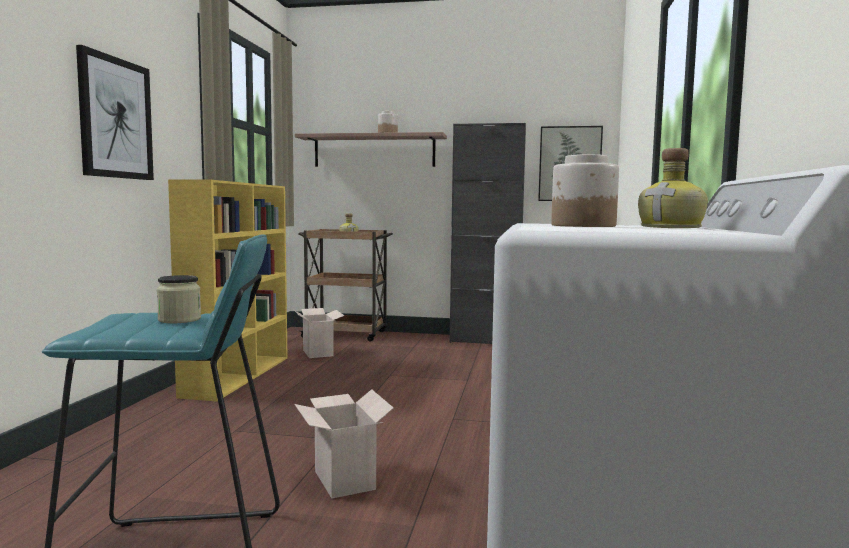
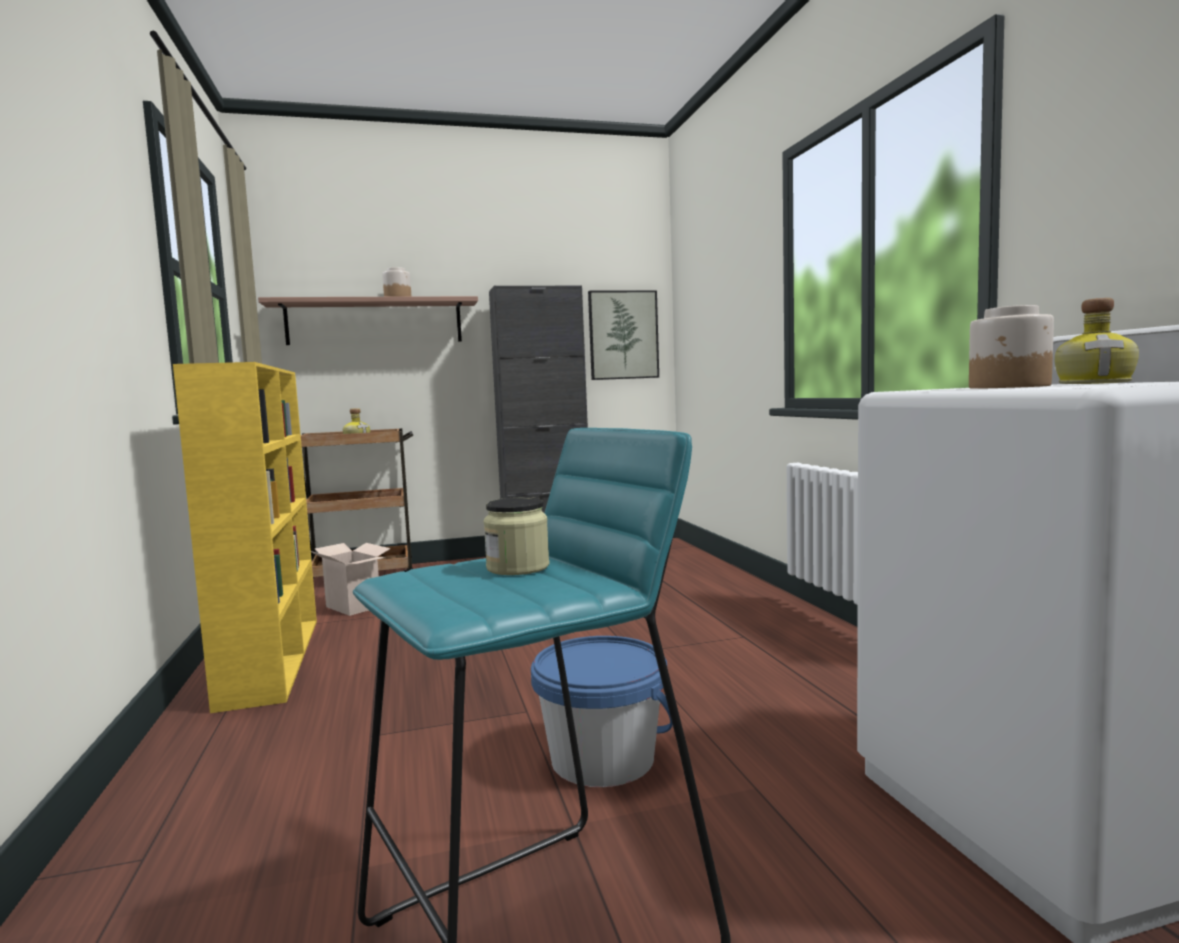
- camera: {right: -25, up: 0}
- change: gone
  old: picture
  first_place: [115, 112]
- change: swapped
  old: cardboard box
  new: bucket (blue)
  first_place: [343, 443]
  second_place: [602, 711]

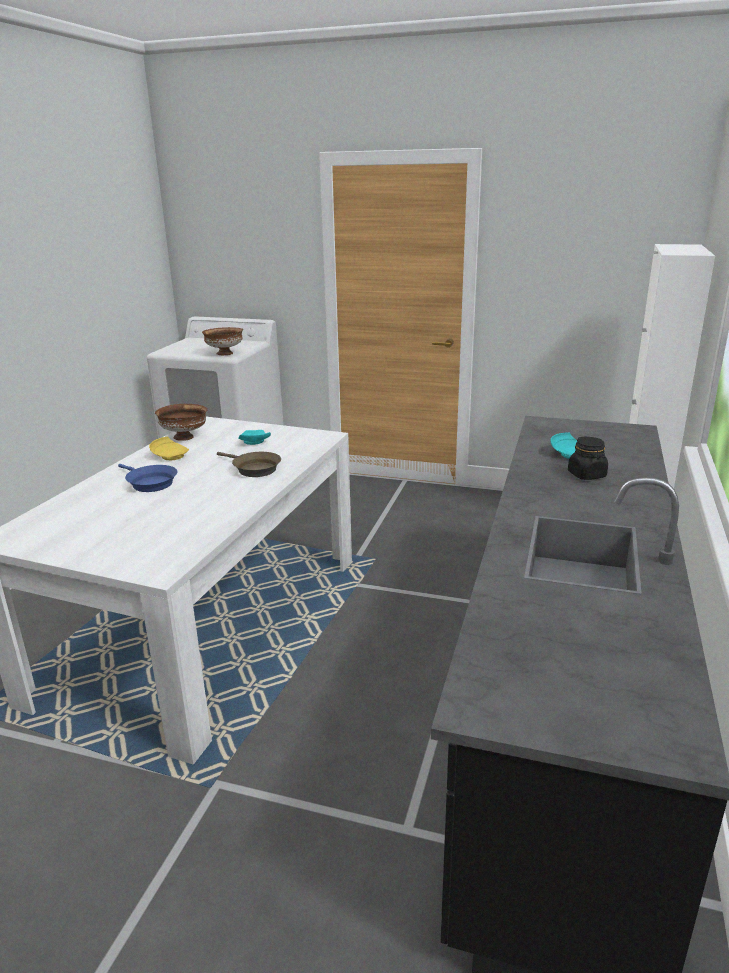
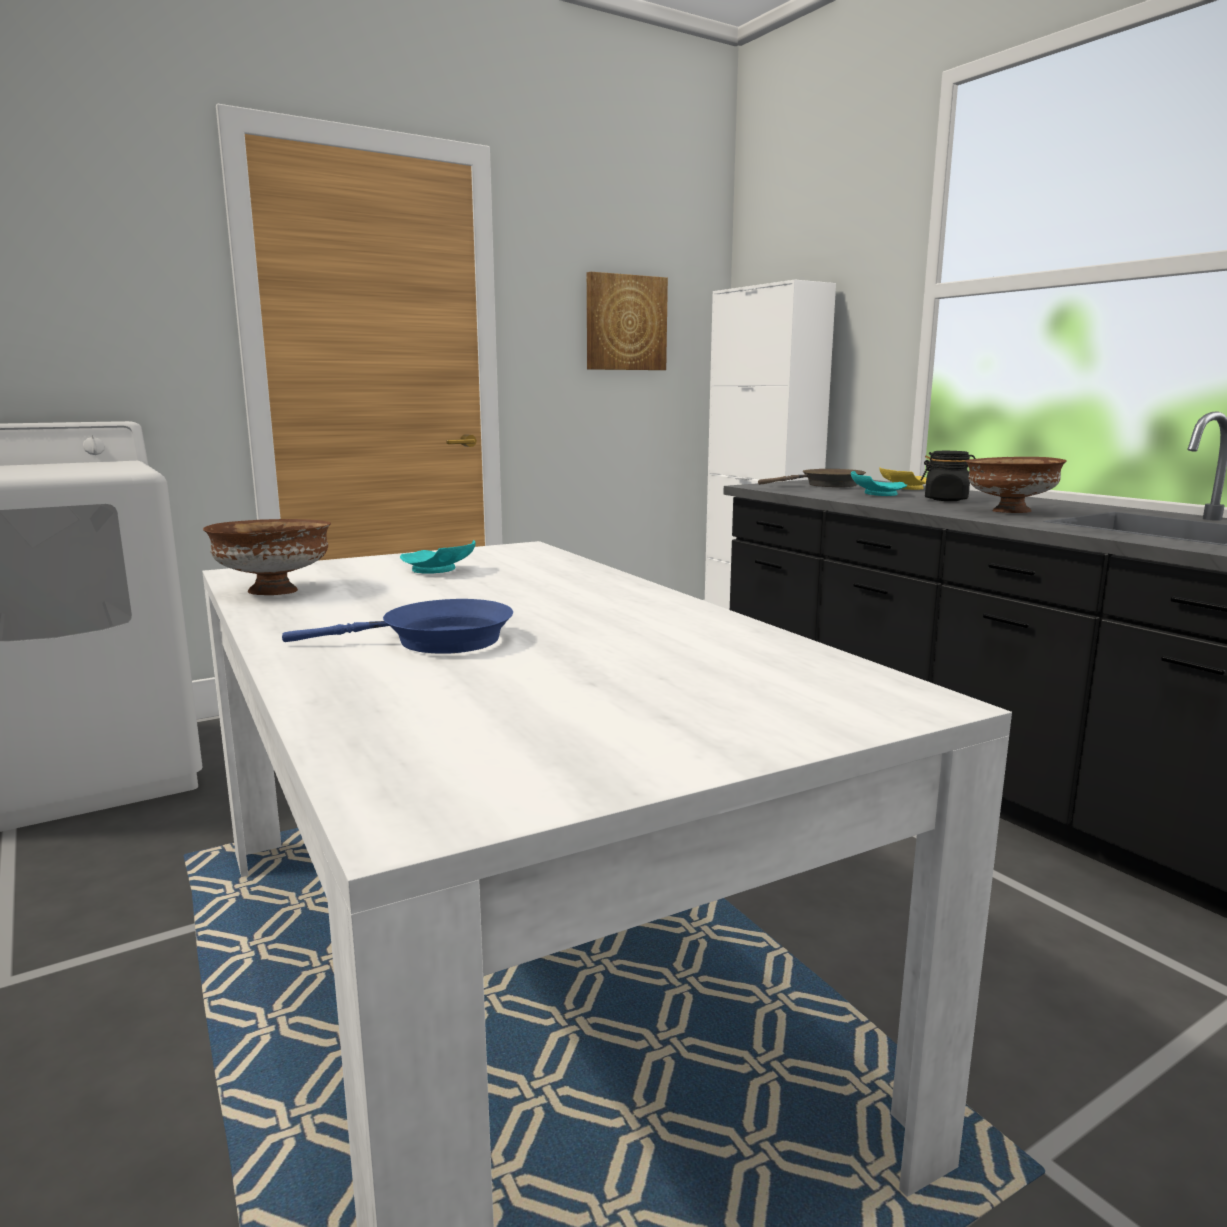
- camera: {right: -50, up: -10}
- change: shifted
  old: plate (yellow)
  first_place: [169, 448]
  second_place: [902, 479]
- change: shifted
  old: bowl (brown)
  first_place: [222, 341]
  second_place: [1016, 485]
- change: shifted
  old: frying pan (brown)
  first_place: [249, 464]
  second_place: [812, 478]
- change: new
  new: picture
  second_place: [627, 321]

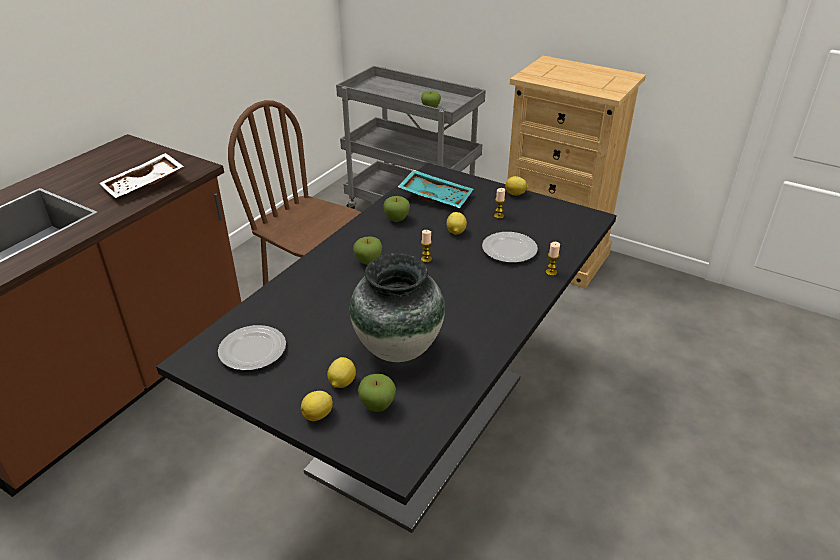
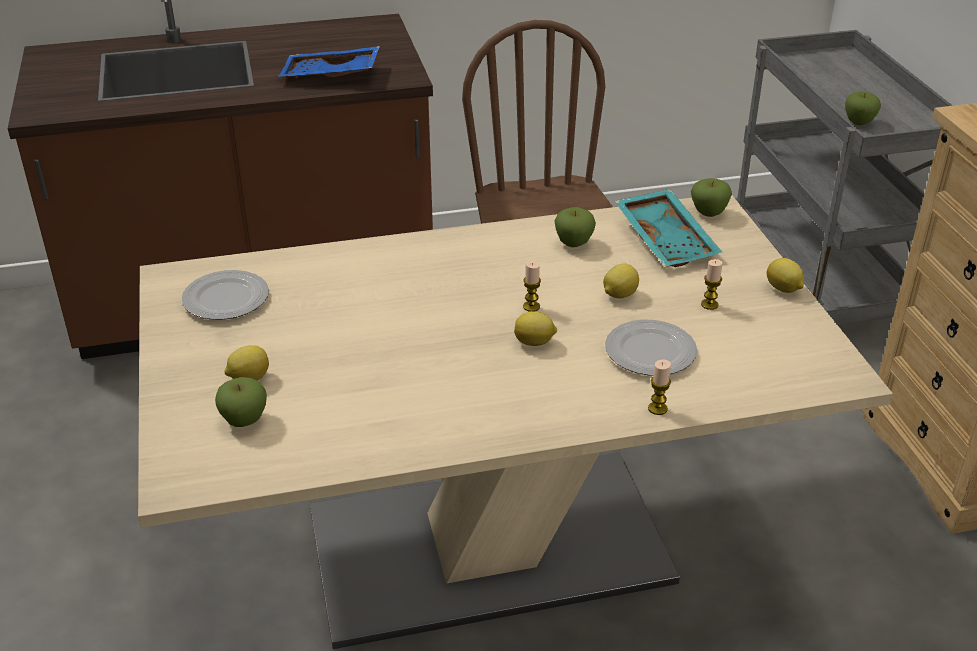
- camera: {right: 45, up: 0}
- change: repainted
  old: tray (white)
  new: tray (blue)
  first_place: [141, 175]
  second_place: [329, 62]
- change: repainted
  old: dining table (black)
  new: dining table (beige)
  first_place: [386, 348]
  second_place: [515, 422]
- change: shifted
  old: lemon
  first_place: [317, 406]
  second_place: [535, 328]
- change: gone
  old: vase
  first_place: [397, 307]
- change: shifted
  old: apple
  first_place: [367, 250]
  second_place: [711, 197]

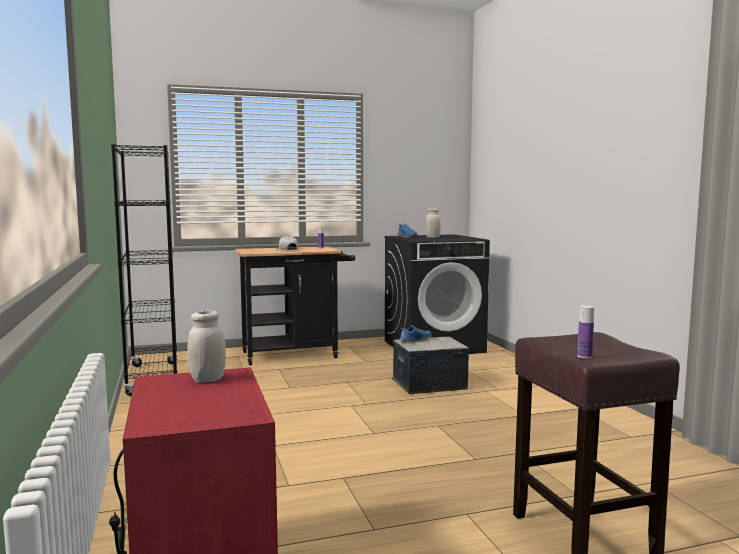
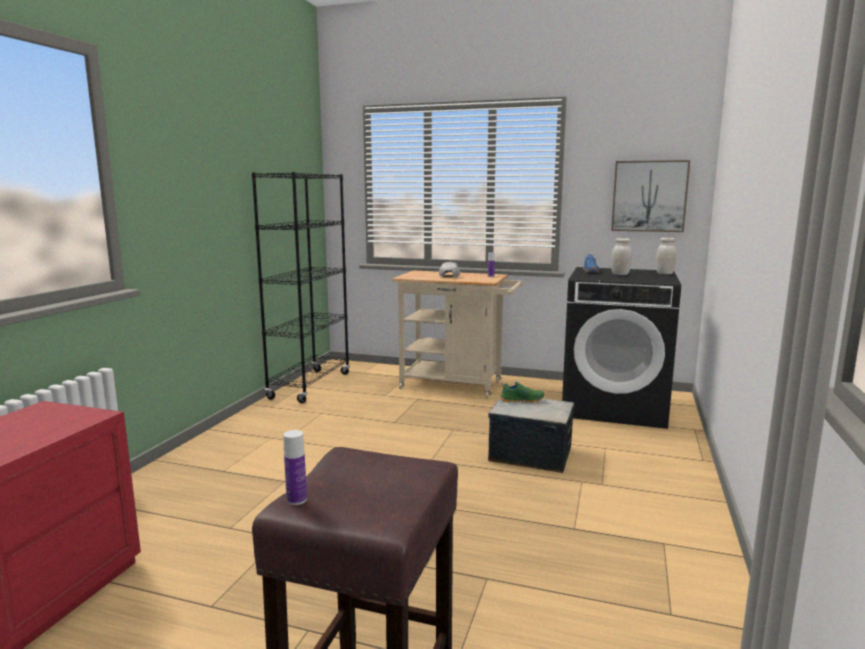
- camera: {right: 35, up: 5}
- change: shifted
  old: jar (white)
  first_place: [207, 347]
  second_place: [666, 255]
- change: repainted
  old: cart (black)
  new: cart (beige)
  first_place: [295, 305]
  second_place: [457, 335]
- change: repainted
  old: shoe (blue)
  new: shoe (green)
  first_place: [416, 334]
  second_place: [522, 392]
- change: new
  new: picture
  second_place: [650, 196]

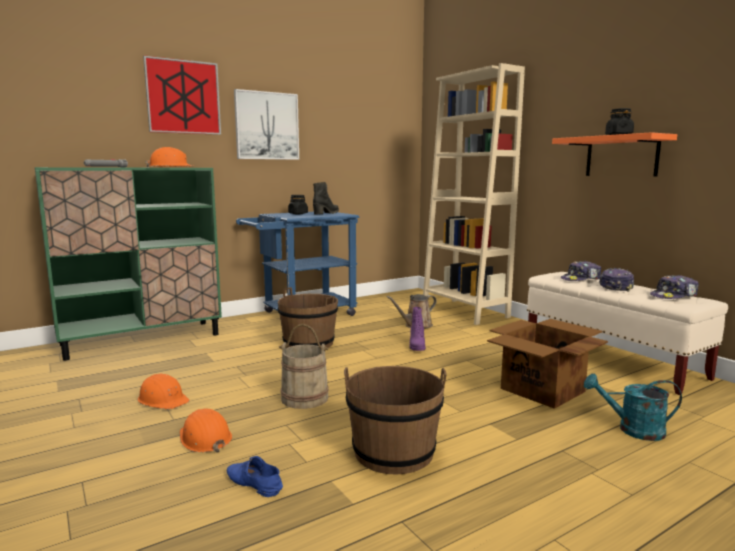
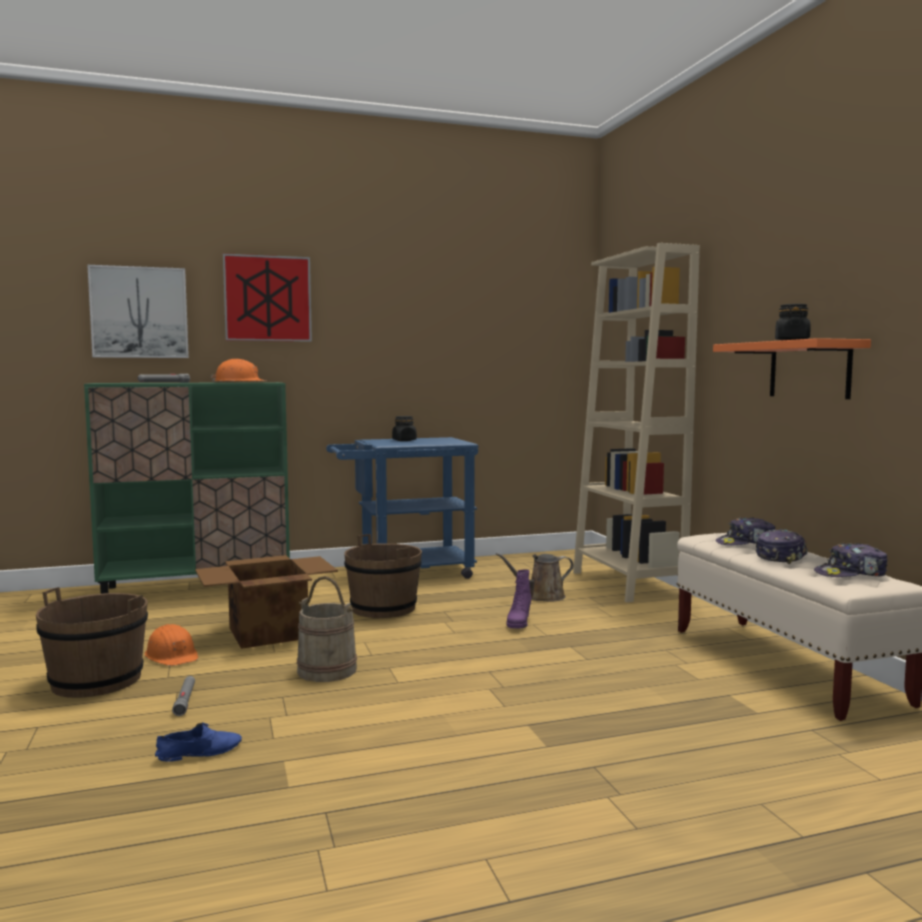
- camera: {right: 15, up: -5}
- change: swapped
  old: hard hat (orange)
  new: flashlight (grey)
  first_place: [206, 430]
  second_place: [183, 696]
- change: rotated
  old: shoe (blue)
  first_place: [255, 476]
  second_place: [198, 742]
  degrees: 105
- change: shifted
  old: picture
  first_place: [266, 124]
  second_place: [138, 311]
- change: gone
  old: boot (black)
  first_place: [326, 198]
- change: shifted
  old: bucket (brown)
  first_place: [395, 420]
  second_place: [92, 642]
- change: shifted
  old: cardboard box
  first_place: [547, 364]
  second_place: [266, 602]
- change: gone
  old: watering can (turquoise)
  first_place: [633, 407]

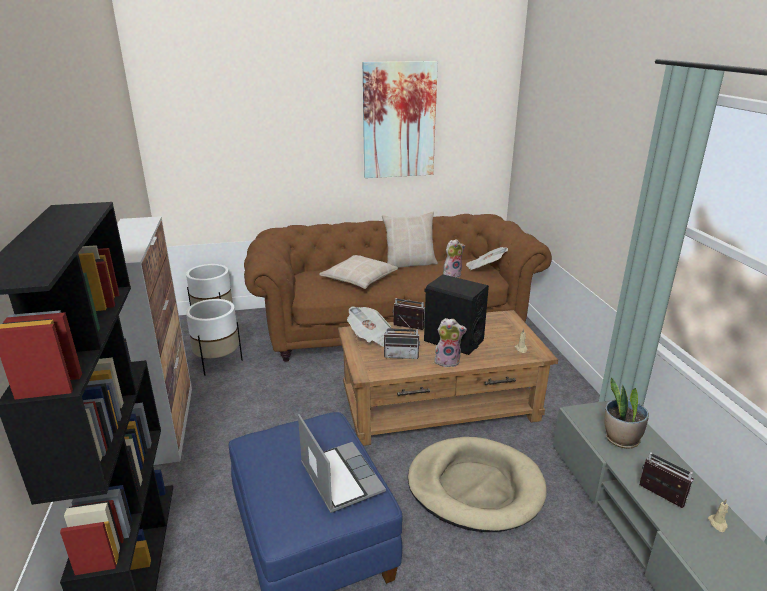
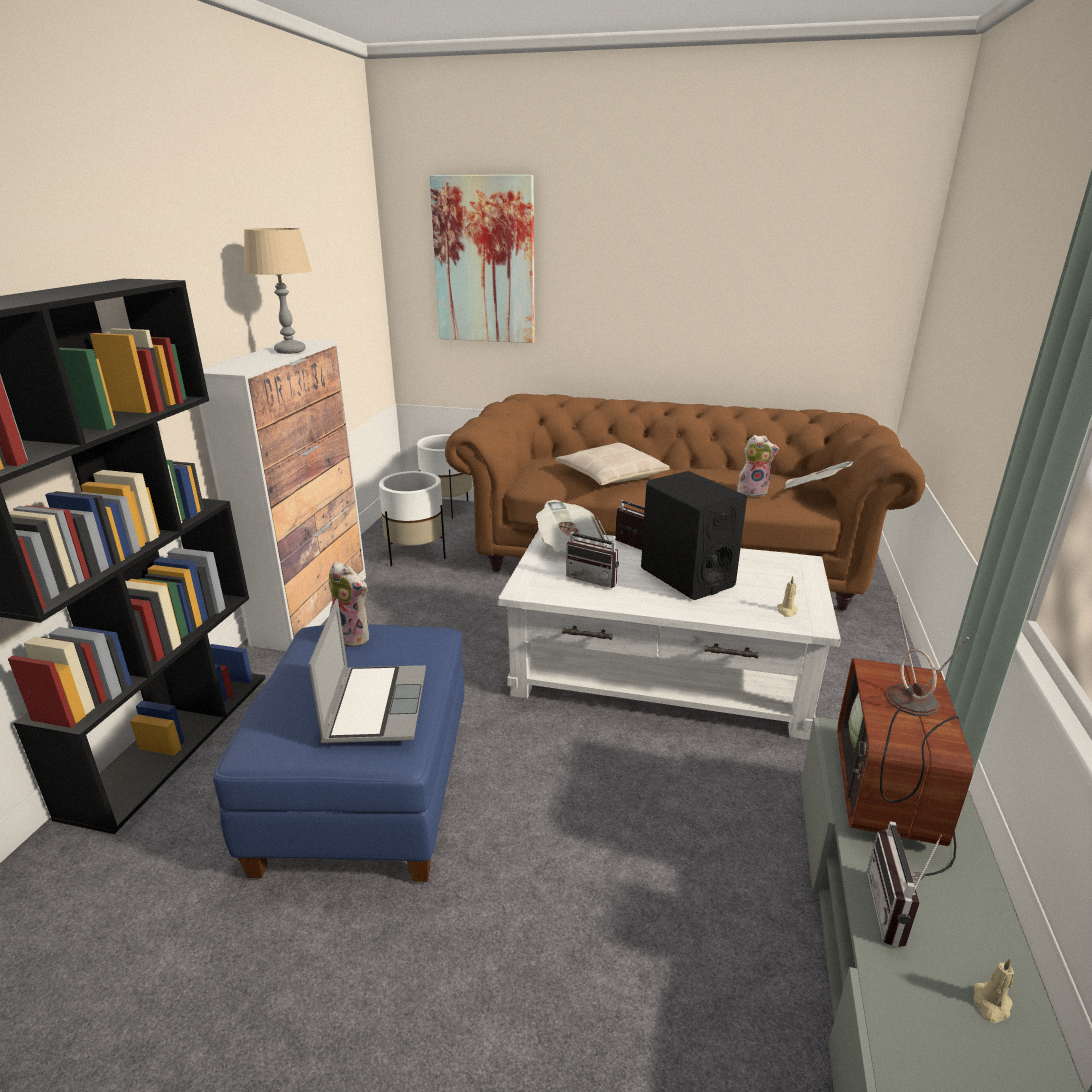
- camera: {right: 25, up: 0}
- change: repainted
  old: coffee table (brown)
  new: coffee table (white)
  first_place: [448, 378]
  second_place: [669, 635]
- change: shifted
  old: picture
  first_place: [400, 119]
  second_place: [482, 259]
- change: gone
  old: pillow (beige)
  first_place: [410, 239]
- change: gone
  old: dog bed (beige)
  first_place: [477, 484]
- change: shifted
  old: plush toy
  first_place: [450, 342]
  second_place: [349, 604]
- change: swapped
  old: potted plant
  new: television
  first_place: [626, 413]
  second_place: [905, 737]
- change: rotated
  old: radio
  first_place: [666, 480]
  second_place: [904, 884]
  degrees: -150
- change: new
  new: table lamp (beige)
  second_place: [278, 291]

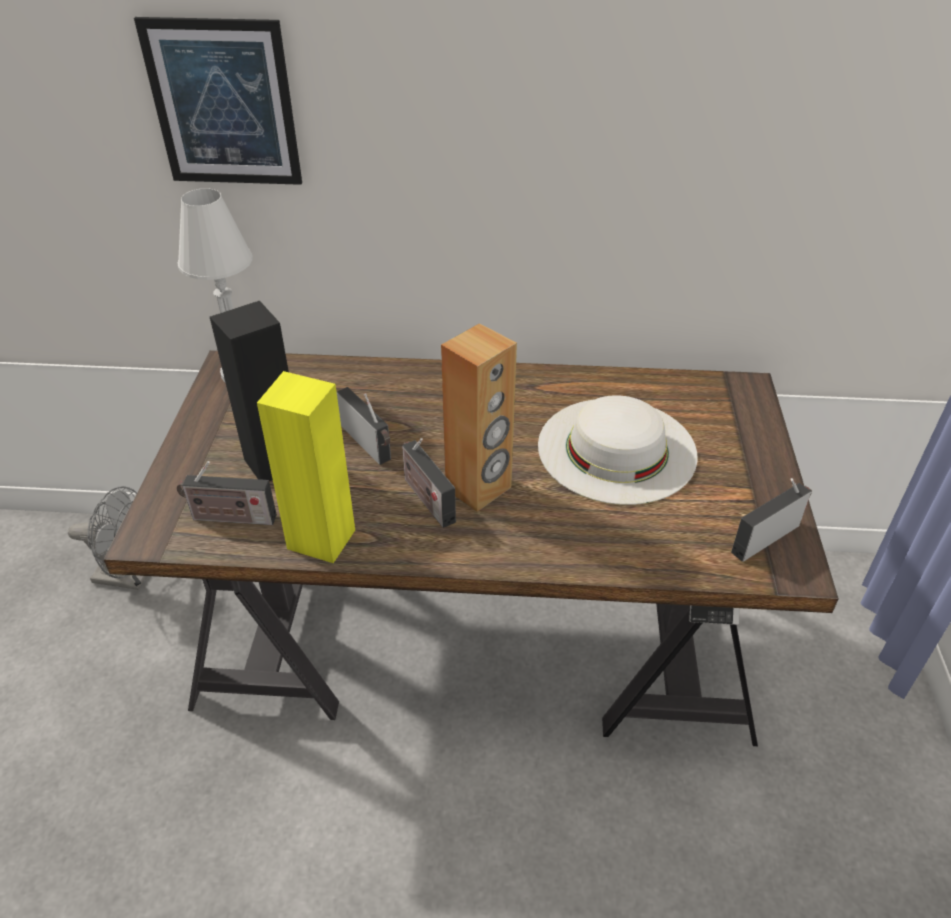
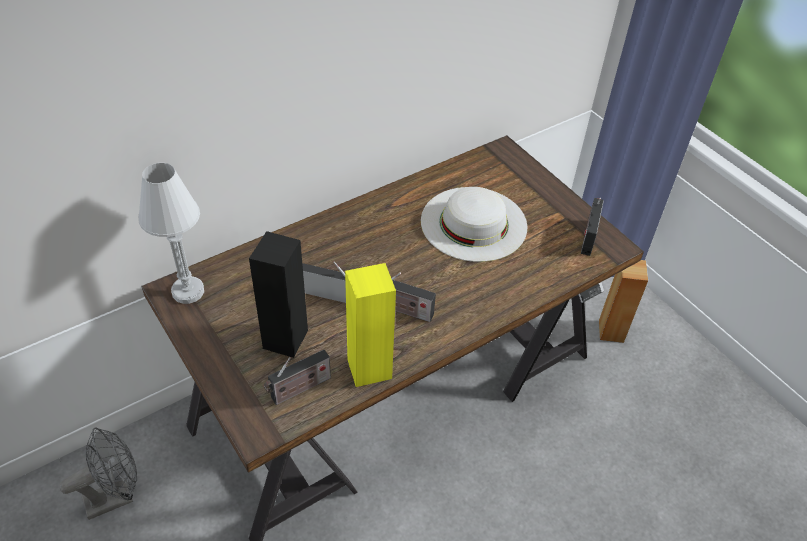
- camera: {right: -40, up: 5}
- change: gone
  old: picture
  first_place: [218, 101]
- change: shifted
  old: speaker (brown)
  first_place: [479, 417]
  second_place: [623, 301]

